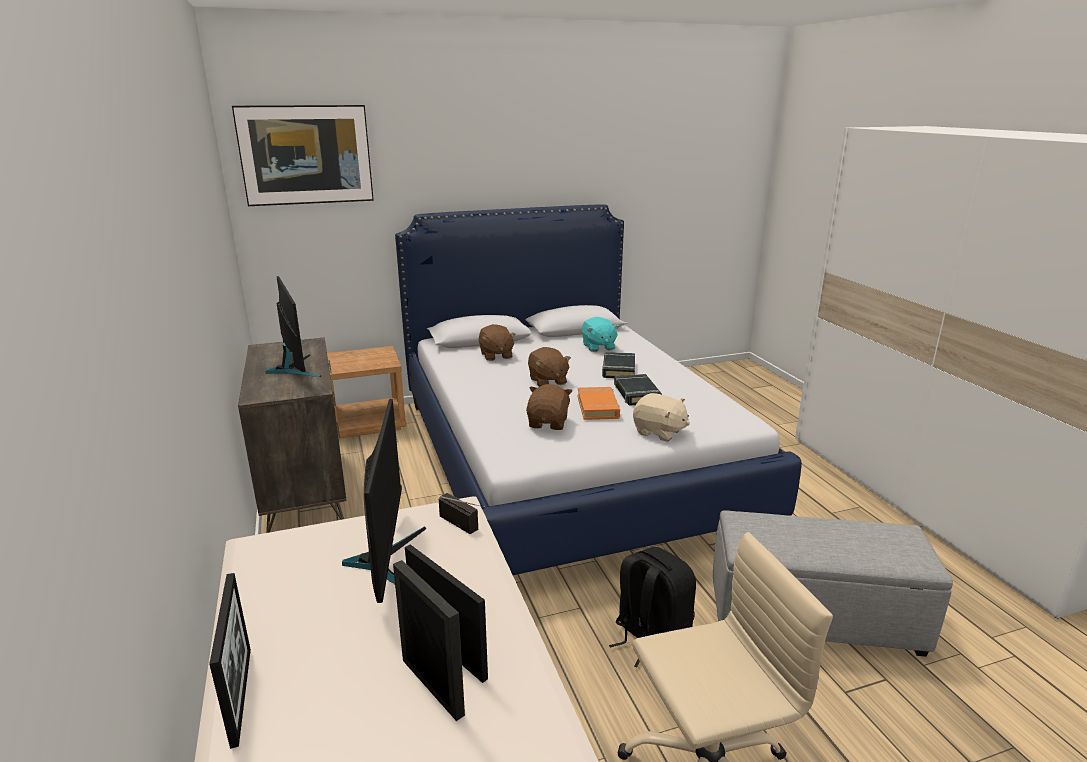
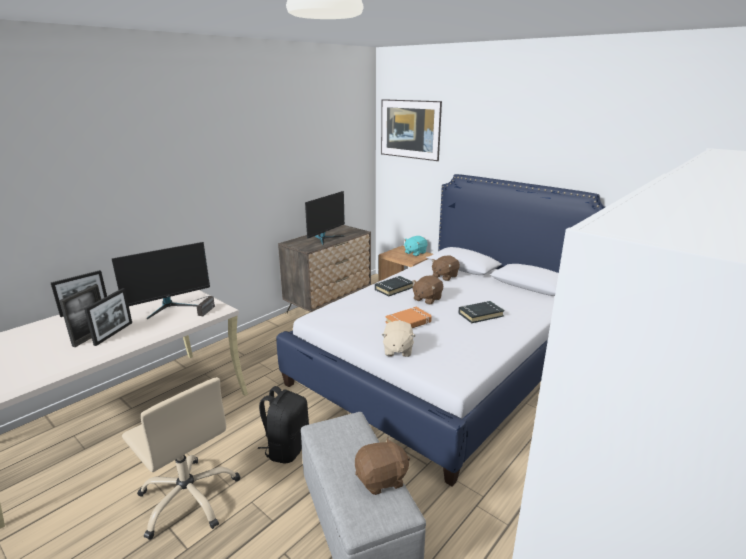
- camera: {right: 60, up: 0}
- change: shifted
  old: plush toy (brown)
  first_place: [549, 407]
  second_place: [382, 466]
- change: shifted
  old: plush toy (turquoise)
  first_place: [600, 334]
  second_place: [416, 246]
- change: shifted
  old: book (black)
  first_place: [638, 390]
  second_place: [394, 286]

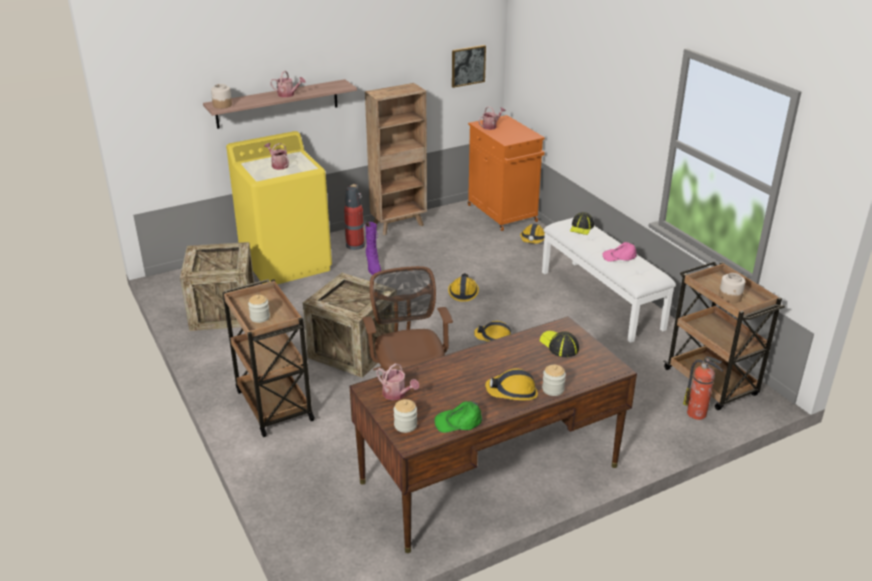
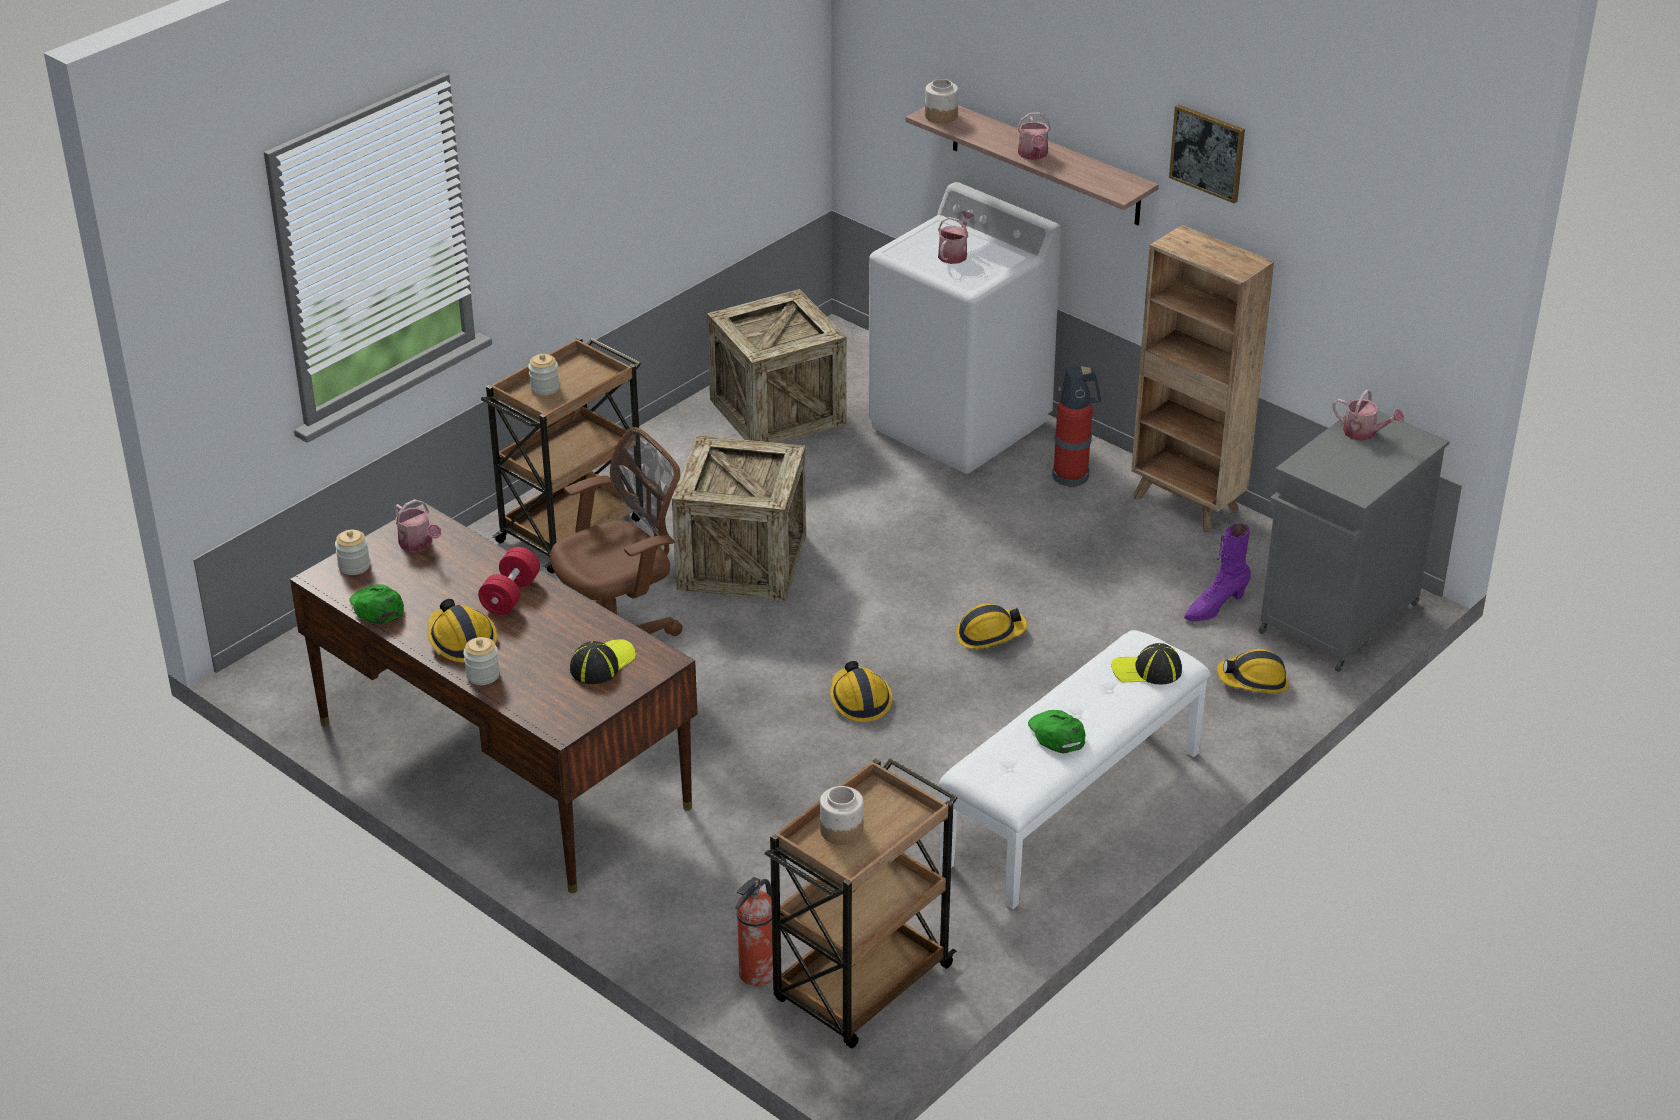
- camera: {right: 70, up: 5}
- change: repainted
  old: washing machine (yellow)
  new: washing machine (white)
  first_place: [279, 207]
  second_place: [964, 328]
- change: shifted
  old: boot (purple)
  first_place: [373, 248]
  second_place: [1217, 572]
- change: rotated
  old: watering can
  first_place: [397, 381]
  second_place: [417, 525]
  degrees: -60
- change: shifted
  old: picture
  first_place: [469, 66]
  second_place: [1207, 153]
- change: repainted
  old: cabinet (orange)
  new: cabinet (grey)
  first_place: [506, 173]
  second_place: [1354, 541]
- change: repainted
  old: cap (pink)
  new: cap (green)
  first_place: [620, 252]
  second_place: [1056, 731]
- change: new
  new: dumbbell (red)
  second_place: [509, 581]

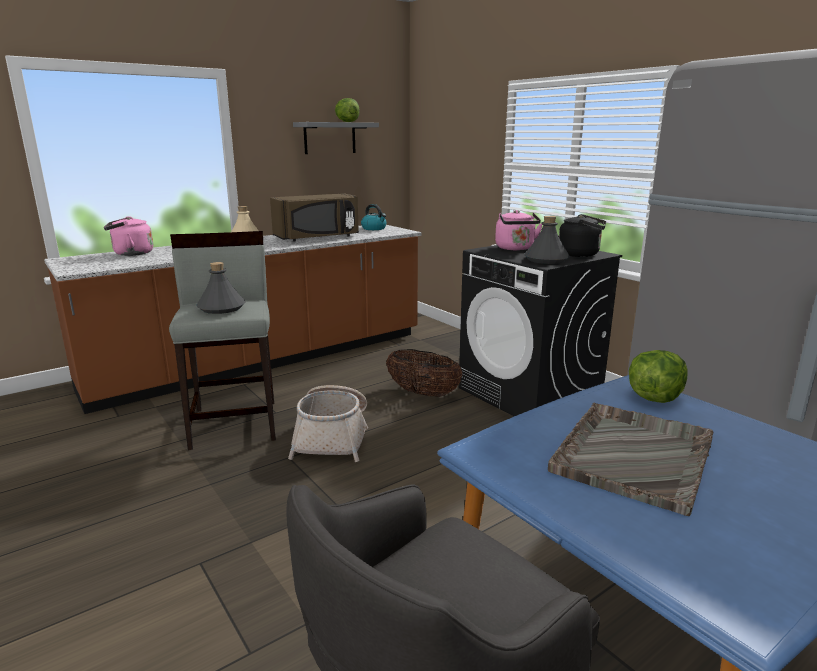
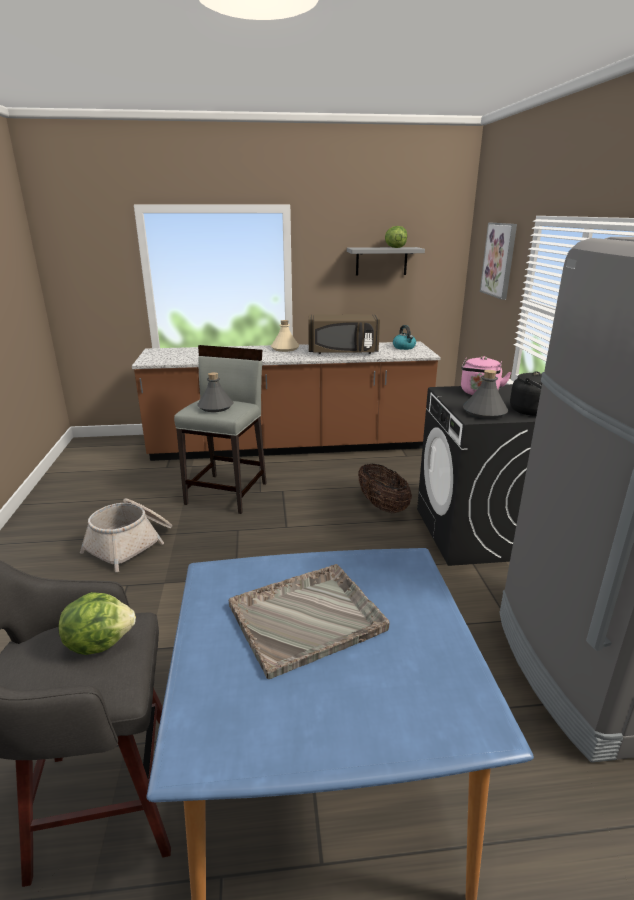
- camera: {right: 30, up: 5}
- change: gone
  old: kettle (pink)
  first_place: [128, 236]
- change: shifted
  old: basket
  first_place: [328, 423]
  second_place: [126, 535]
- change: shifted
  old: lettuce
  first_place: [658, 376]
  second_place: [97, 623]
- change: new
  new: picture
  second_place: [498, 261]

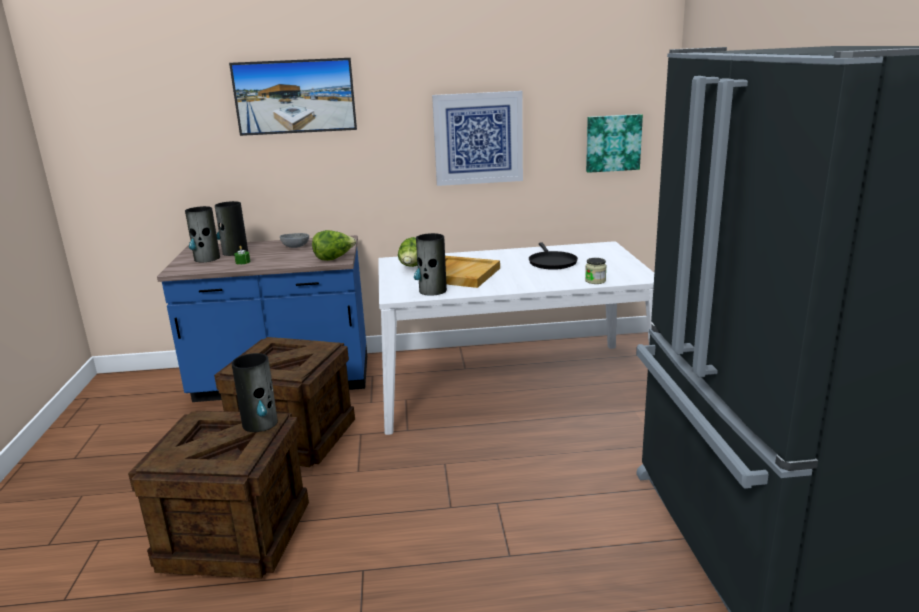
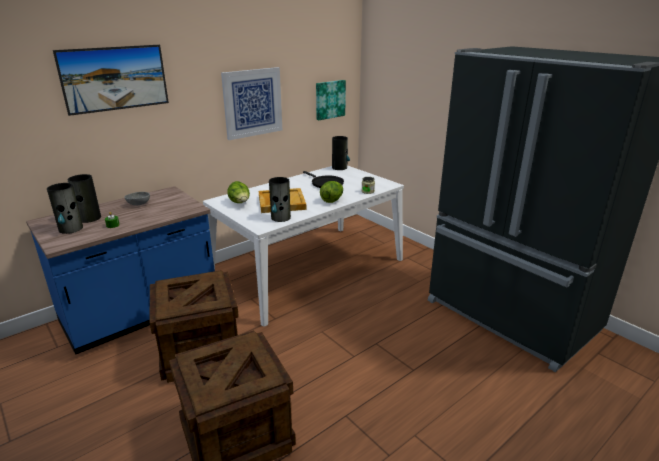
- camera: {right: -35, up: 5}
- change: shifted
  old: vase
  first_place: [255, 392]
  second_place: [341, 153]
- change: shifted
  old: lettuce
  first_place: [334, 245]
  second_place: [331, 192]

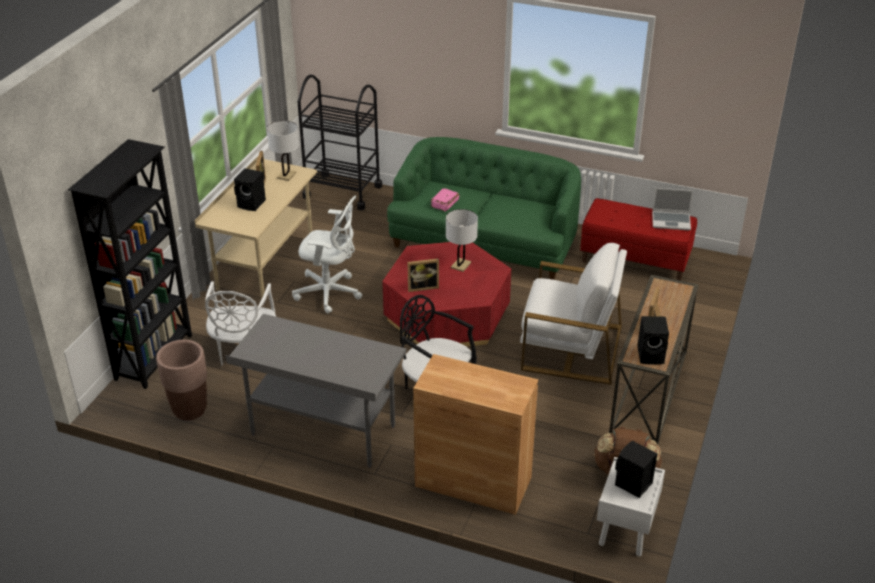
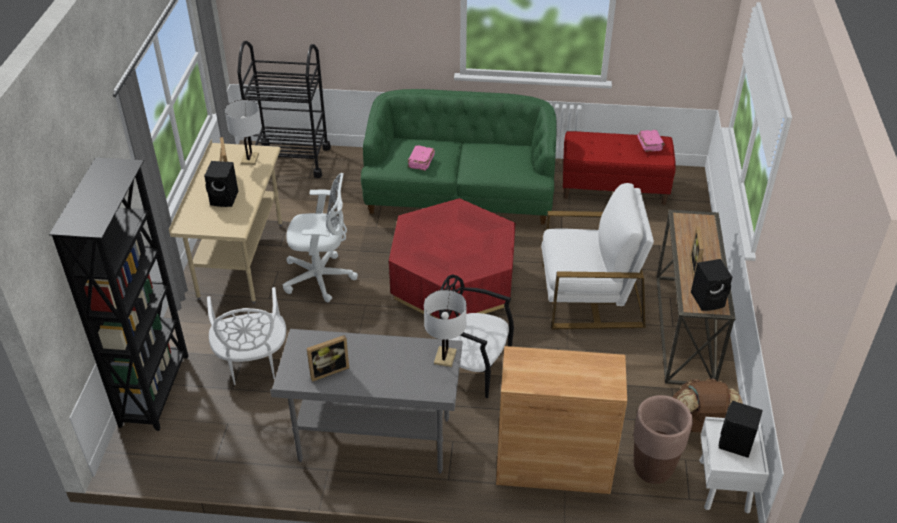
- camera: {right: -15, up: 5}
- change: shifted
  old: planter (brown)
  first_place: [181, 380]
  second_place: [663, 439]
- change: shifted
  old: picture frame
  first_place: [423, 275]
  second_place: [328, 358]
- change: shifted
  old: table lamp (white)
  first_place: [462, 240]
  second_place: [445, 328]
- change: swapped
  old: laptop
  new: book (pink)
  first_place: [673, 209]
  second_place: [651, 141]

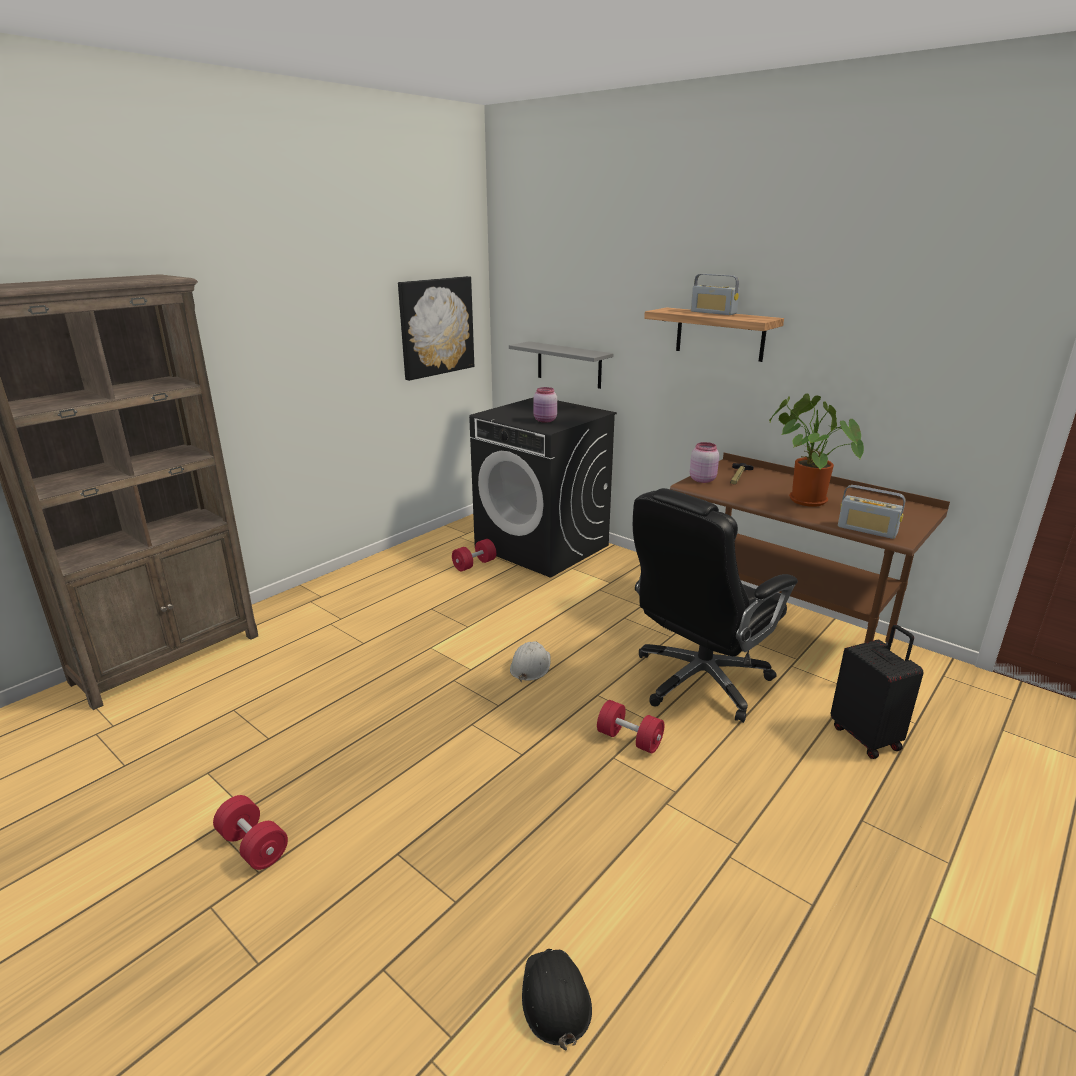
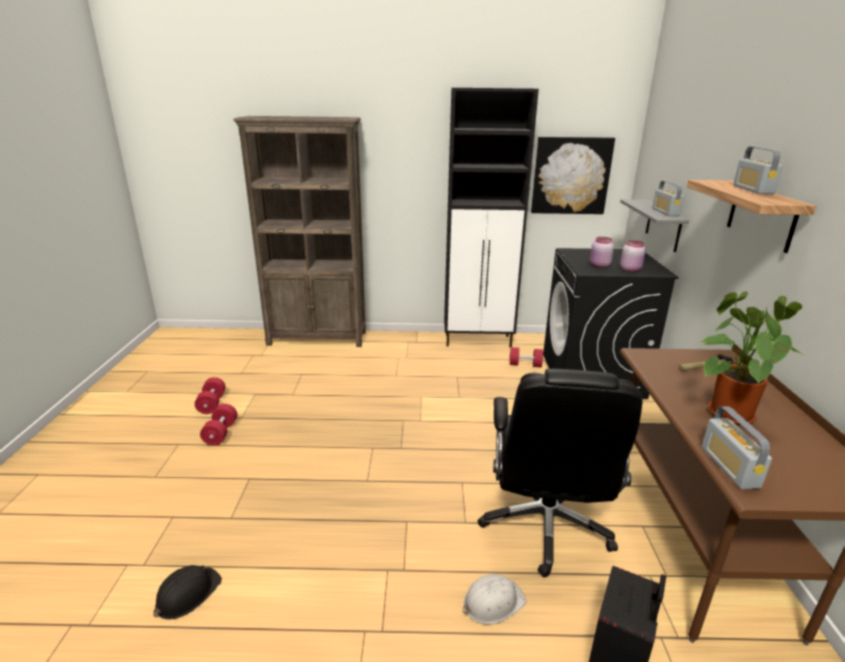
- camera: {right: 50, up: 0}
- change: shifted
  old: hard hat (white)
  first_place: [530, 661]
  second_place: [494, 599]
- change: shifted
  old: dumbbell (red)
  first_place: [631, 727]
  second_place: [210, 395]
- change: rotated
  old: office chair (black)
  first_place: [715, 605]
  second_place: [560, 473]
  degrees: -90
- change: shifted
  old: jar (pink)
  first_place: [704, 462]
  second_place: [633, 256]
- change: new
  new: cabinet (black)
  second_place: [491, 217]
- change: new
  new: radio
  second_place: [668, 198]

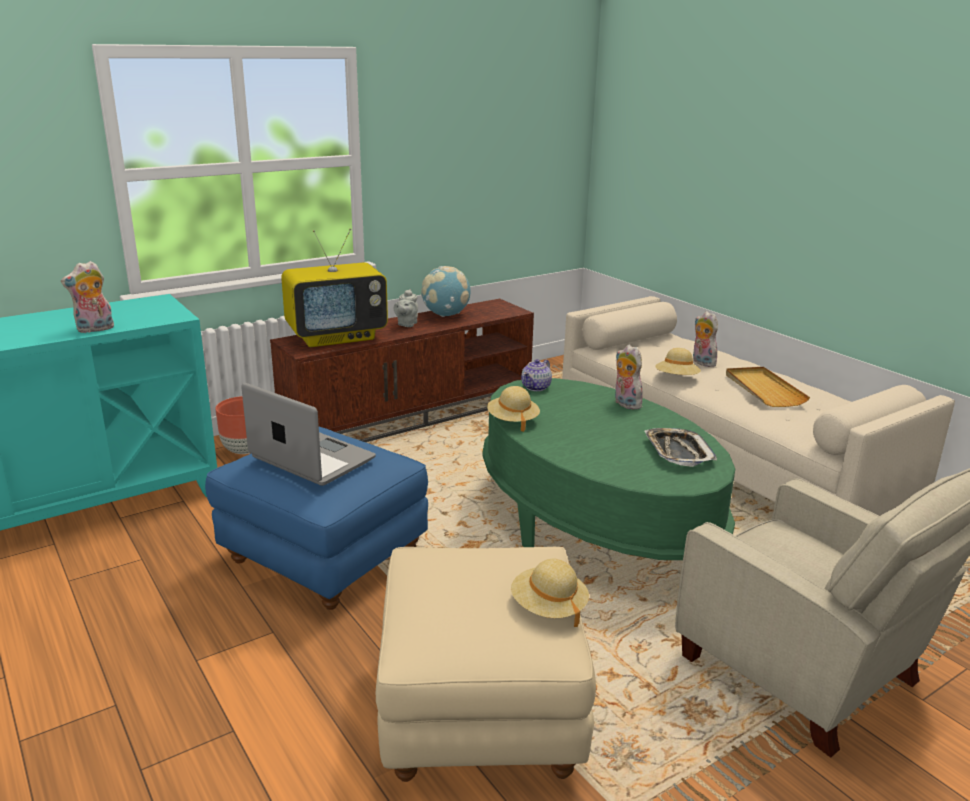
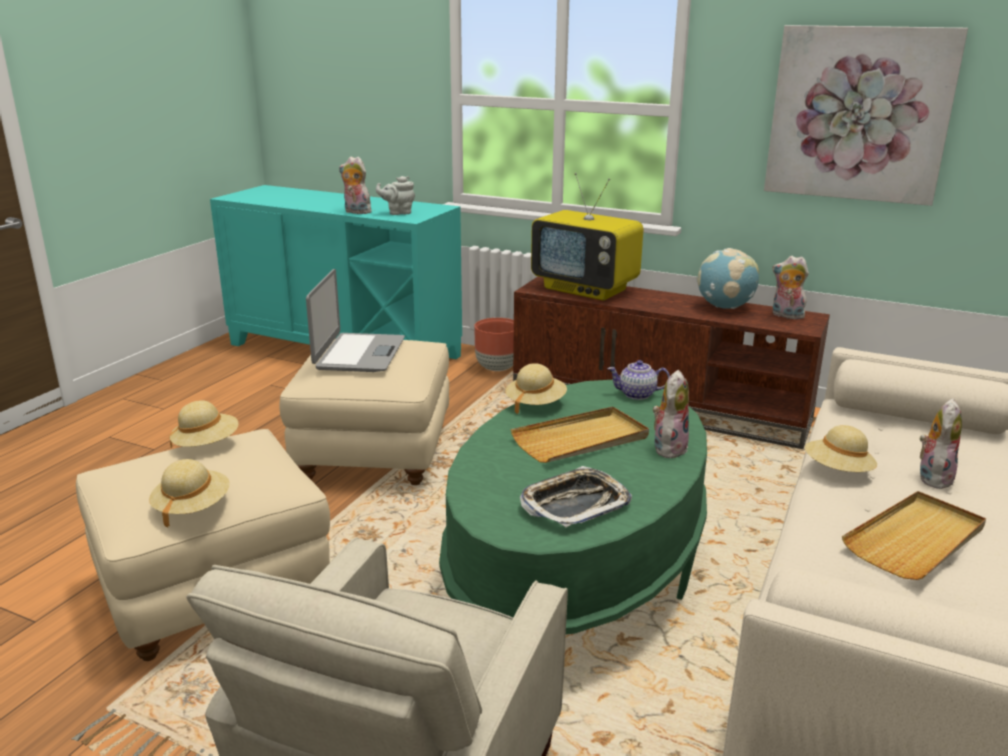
- camera: {right: 60, up: 0}
- change: repainted
  old: ottoman (blue)
  new: ottoman (beige)
  first_place: [316, 518]
  second_place: [364, 412]
- change: shifted
  old: teapot (grey)
  first_place: [406, 308]
  second_place: [395, 195]
- change: new
  new: hat (beige)
  second_place: [204, 424]
- change: new
  new: tray (beige)
  second_place: [580, 435]
- change: new
  new: picture
  second_place: [866, 115]
- change: new
  new: plush toy
  second_place: [790, 287]

